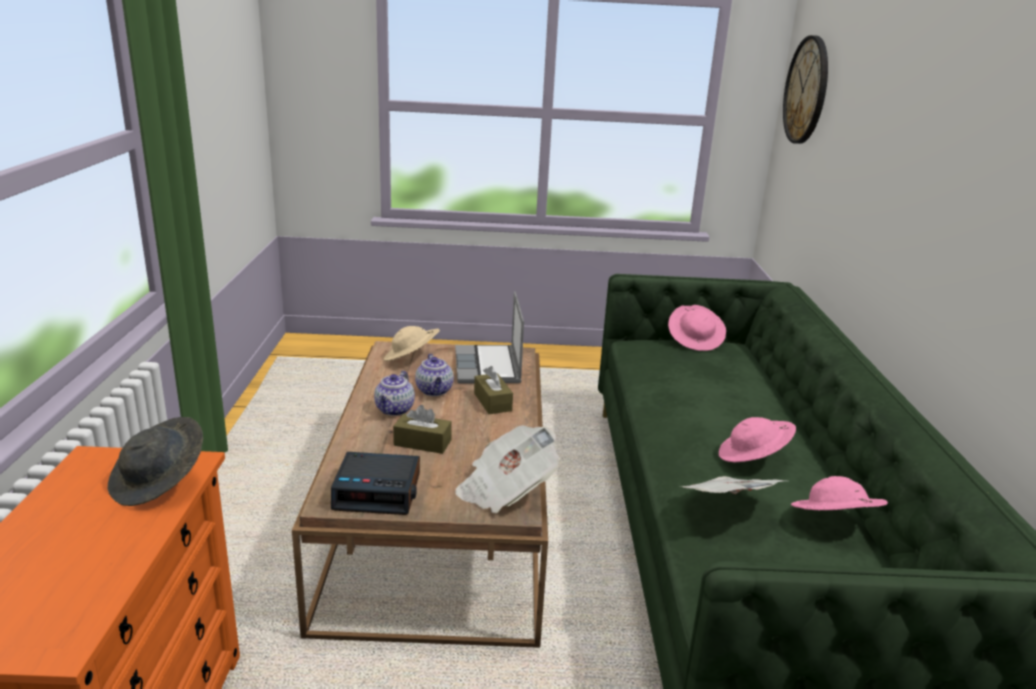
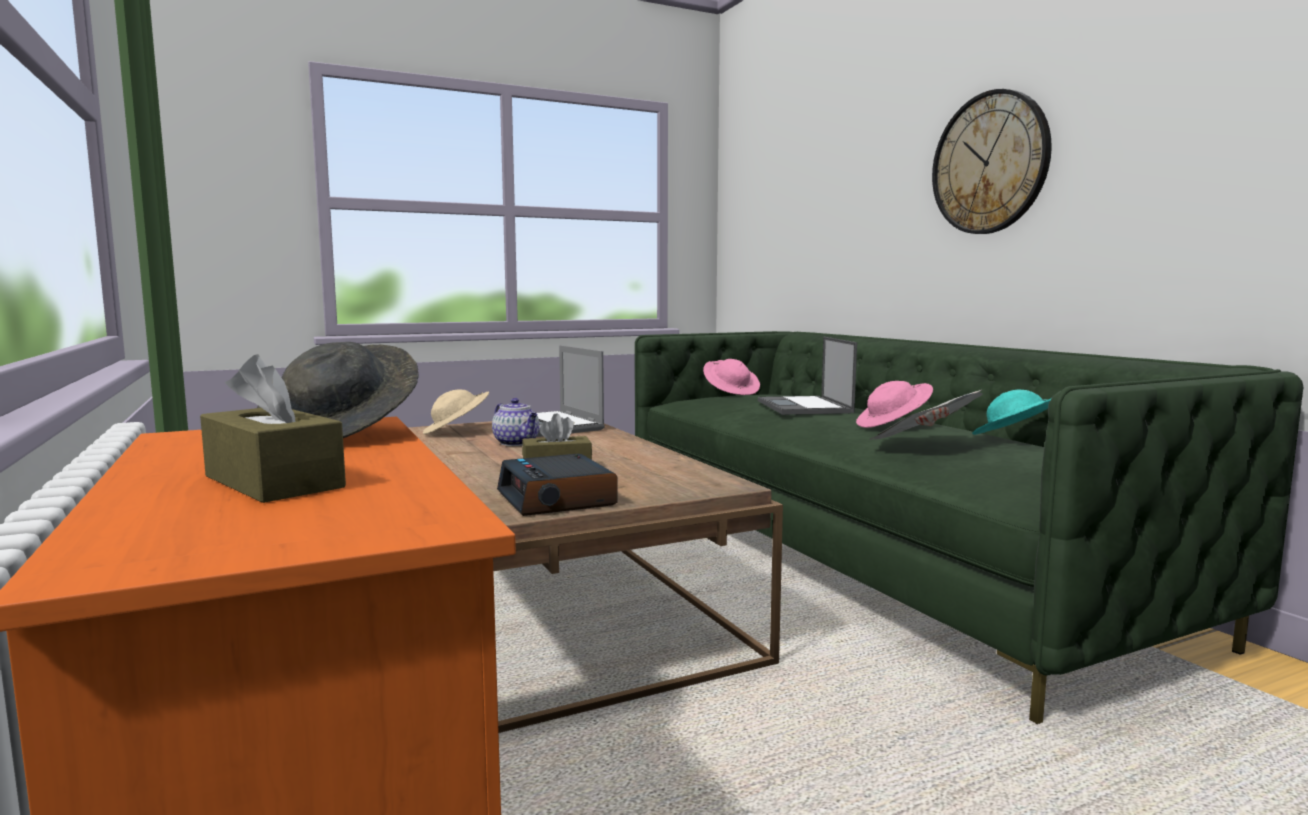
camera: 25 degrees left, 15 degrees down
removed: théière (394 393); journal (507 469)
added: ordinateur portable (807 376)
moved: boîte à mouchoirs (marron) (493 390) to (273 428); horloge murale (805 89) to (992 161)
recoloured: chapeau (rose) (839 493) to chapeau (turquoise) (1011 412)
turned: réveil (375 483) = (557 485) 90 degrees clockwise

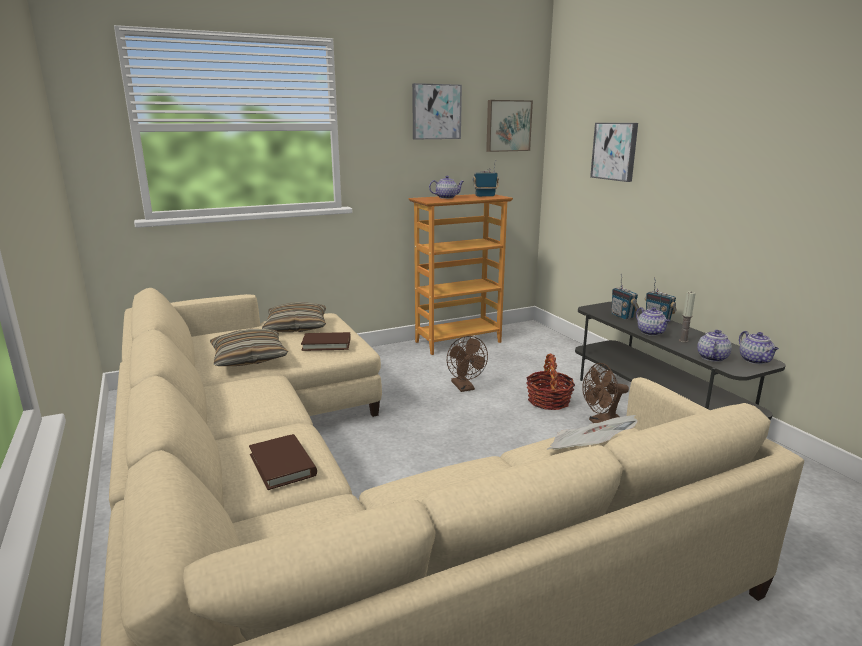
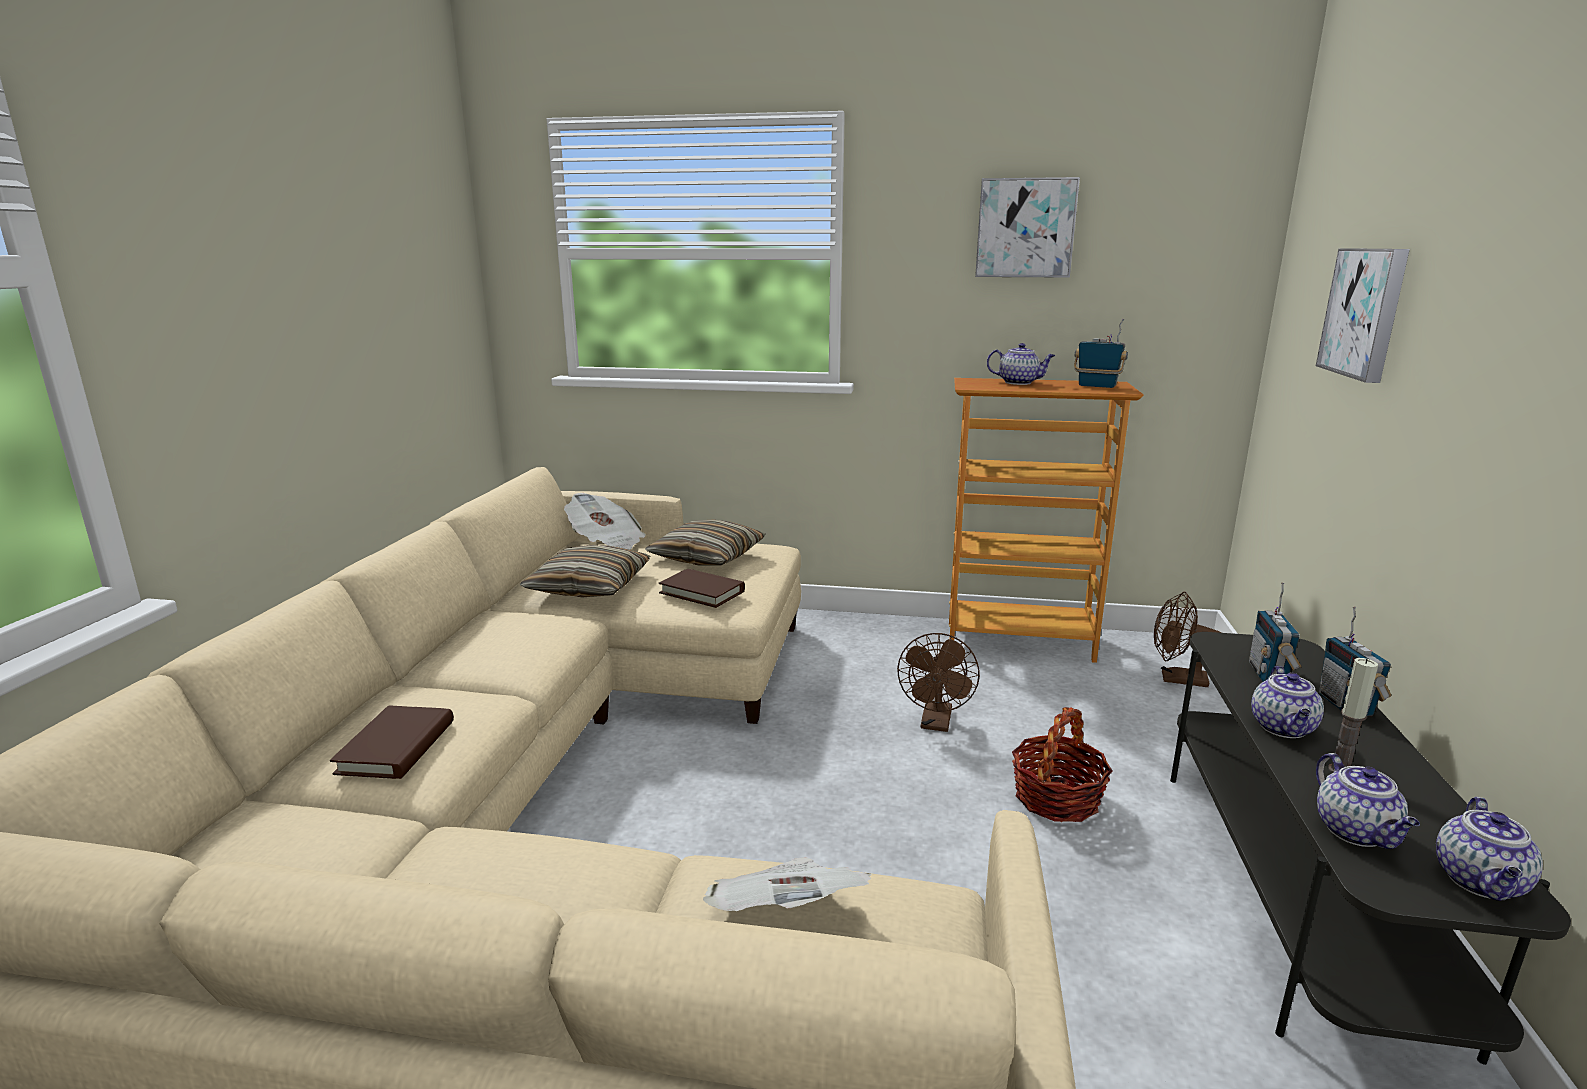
camera: 35 degrees right, 0 degrees up
removed: tableau (509 126)
added: journal (605 521)
moved: ventilateur (marron) (605 393) to (1188 639)
turned: théière (714 346) = (1368 801) 105 degrees clockwise

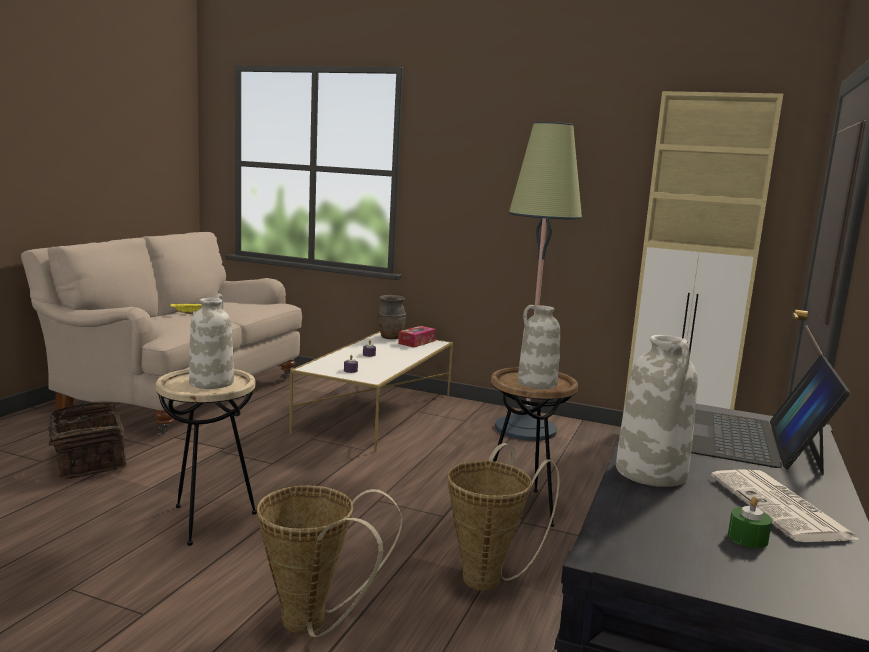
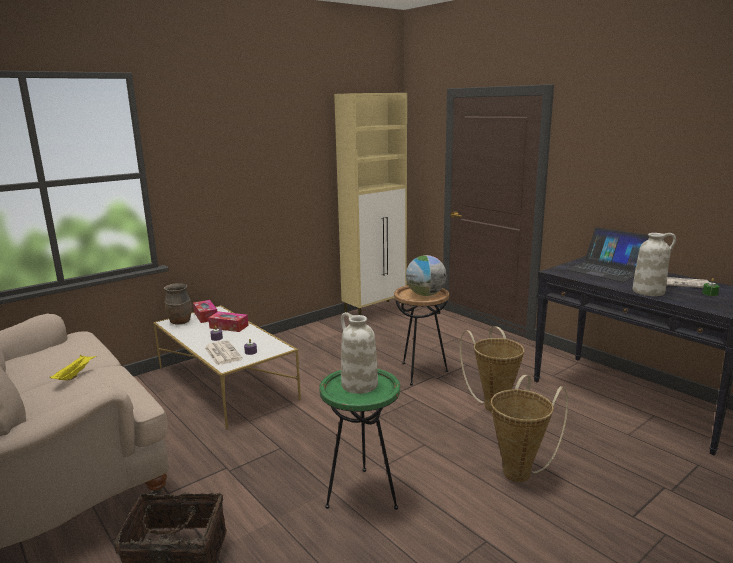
camera: 60 degrees left, 5 degrees up
removed: lampadaire (538 281)
added: journal (223 352); boîte à mouchoirs (228 321)
replaced: vase (blanc) (539 347) to globe (426 275)
recoloured: table d'appoint (beige) (206 457) to table d'appoint (vert) (359 439)

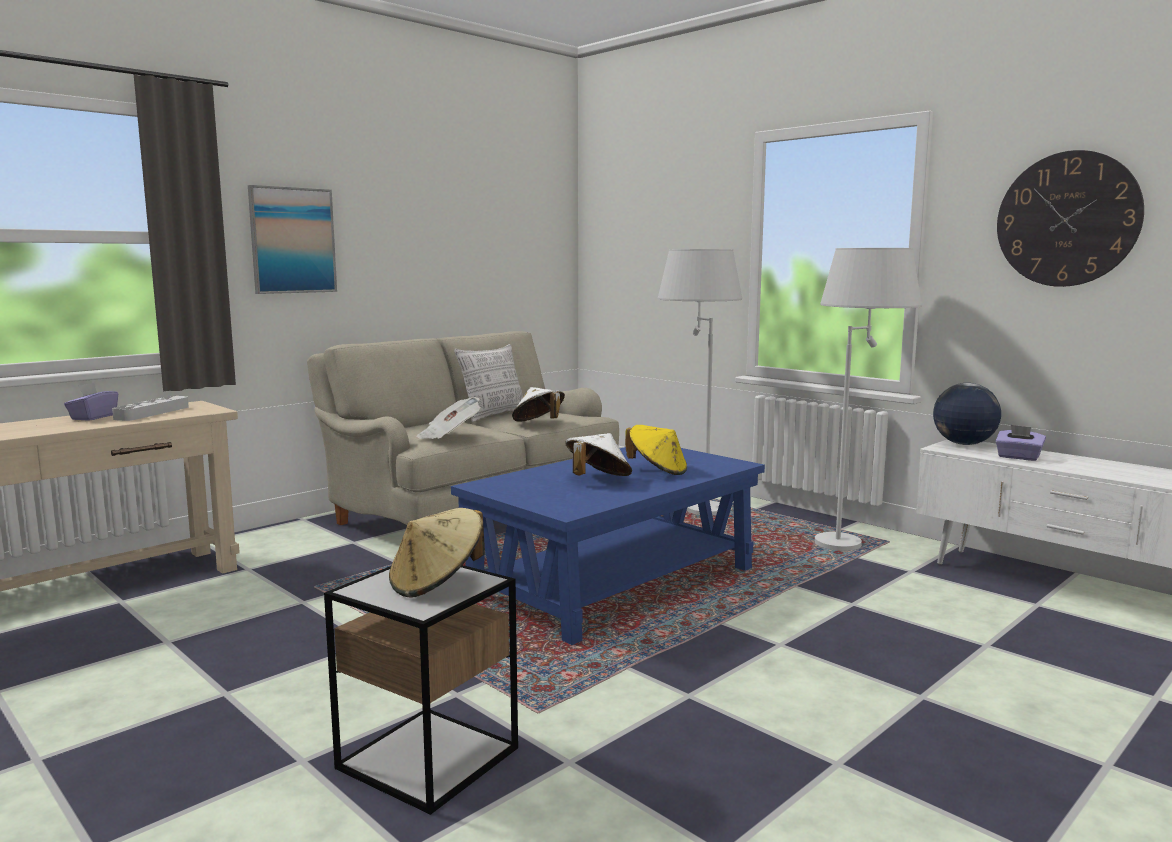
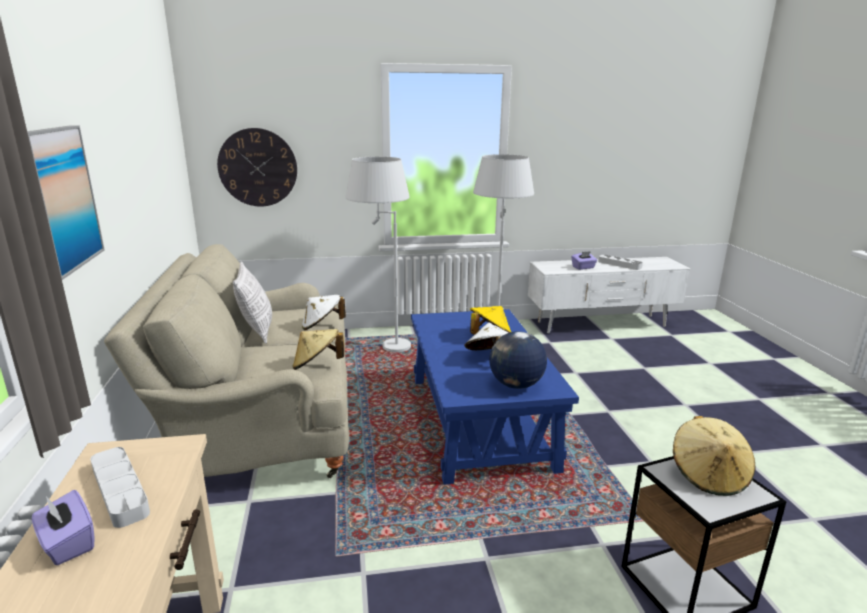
camera: 55 degrees left, 10 degrees up
added: plateau (gris) (620 262)
moved: horloge murale (1070 218) to (257 167); globe (967 414) to (518 360)
replaced: journal (448 418) to chapeau (beige) (318 349)

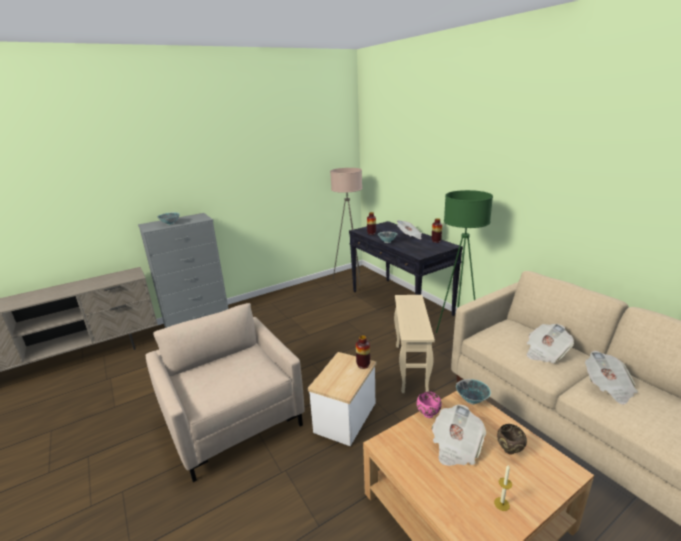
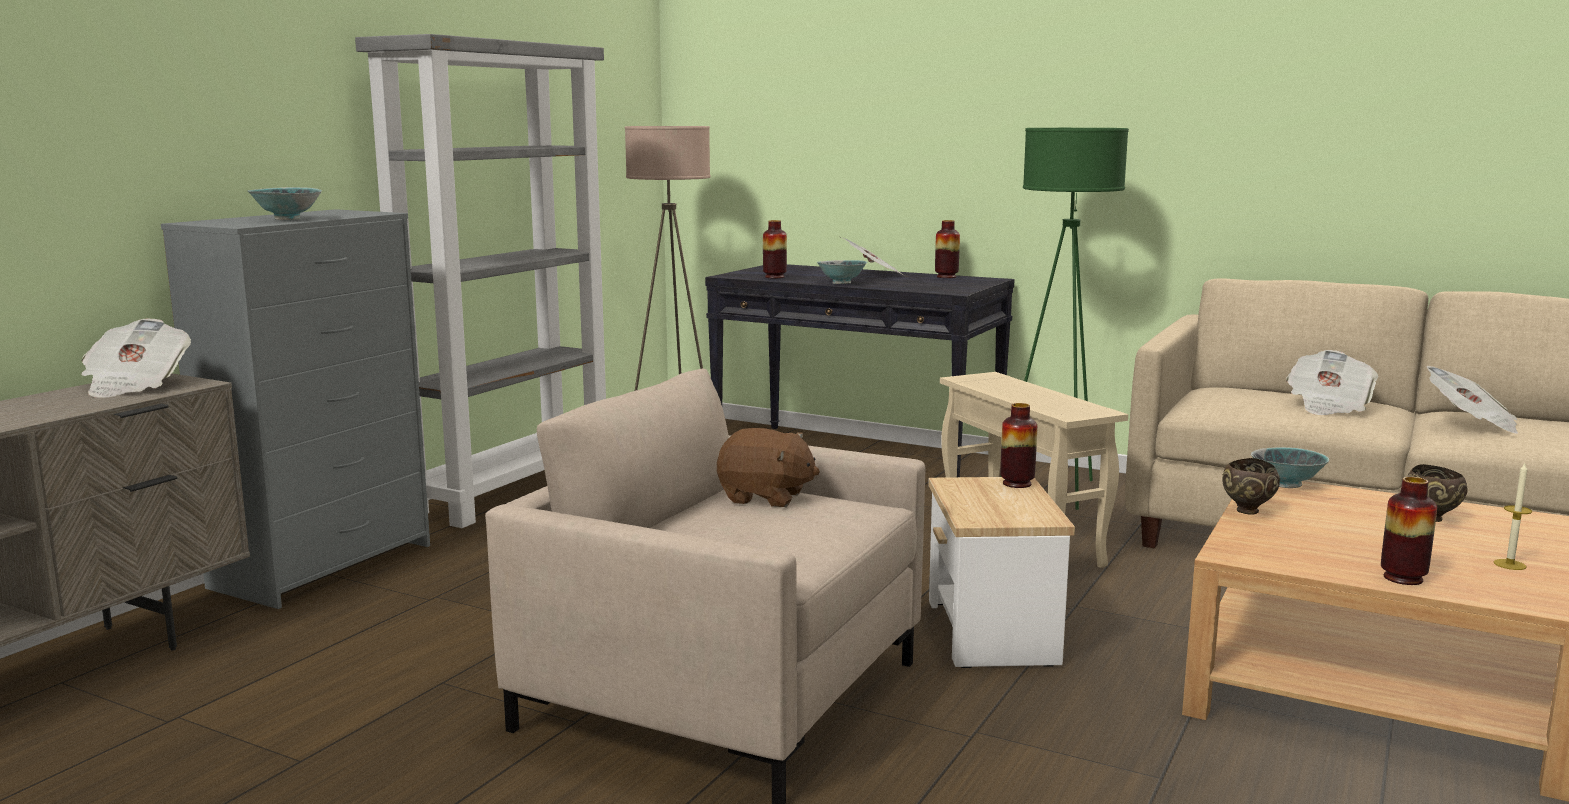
camera: 30 degrees left, 10 degrees down
added: bibliothèque (gris) (480 281); peluche (marron) (768 467); vase (1409 531)
moved: journal (459 435) to (136 358)
recoloured: bol (rose) (429 404) to bol (marron) (1251 486)

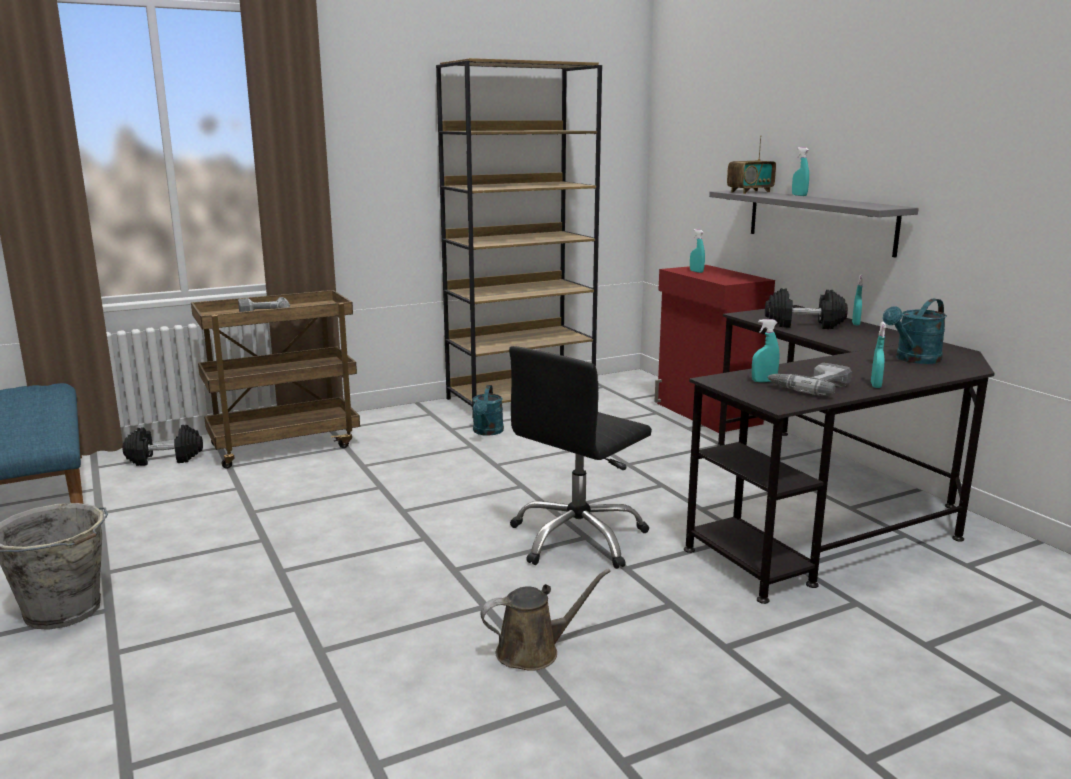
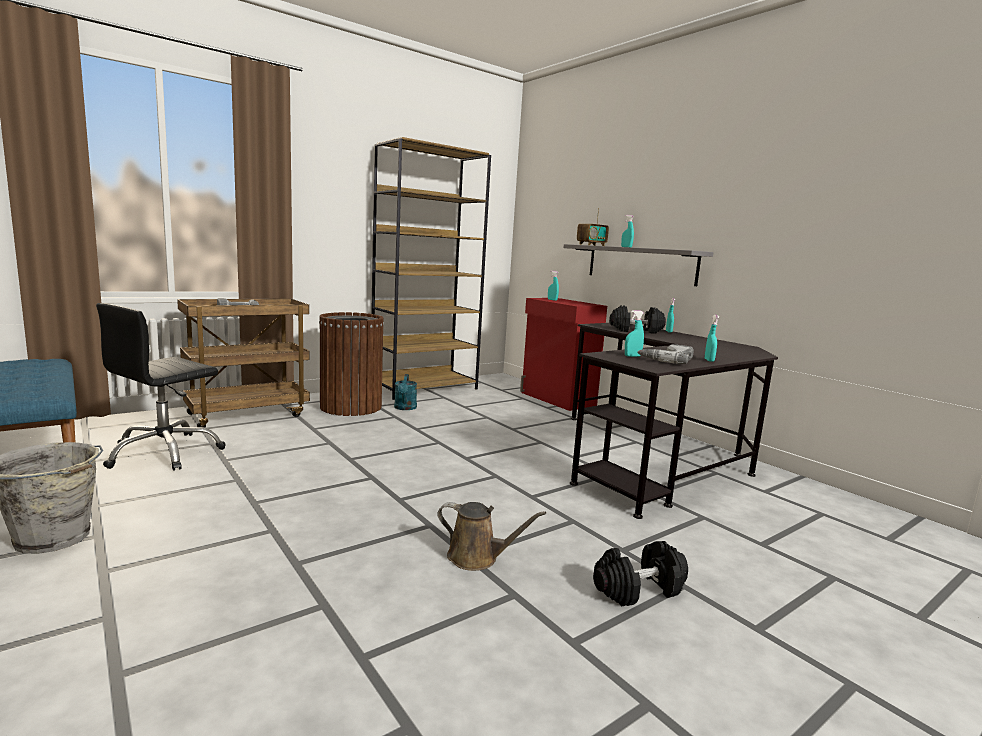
camera: 10 degrees left, 5 degrees down
removed: arrosoir (turquoise) (915 331)
added: poubelle (marron) (351 364)
moved: chaise de bureau (noir) (580 457) to (161 387); haltère (noir) (163 445) to (640 573)
turned: arrosoir (marron) (545 620) = (491 536) 45 degrees clockwise

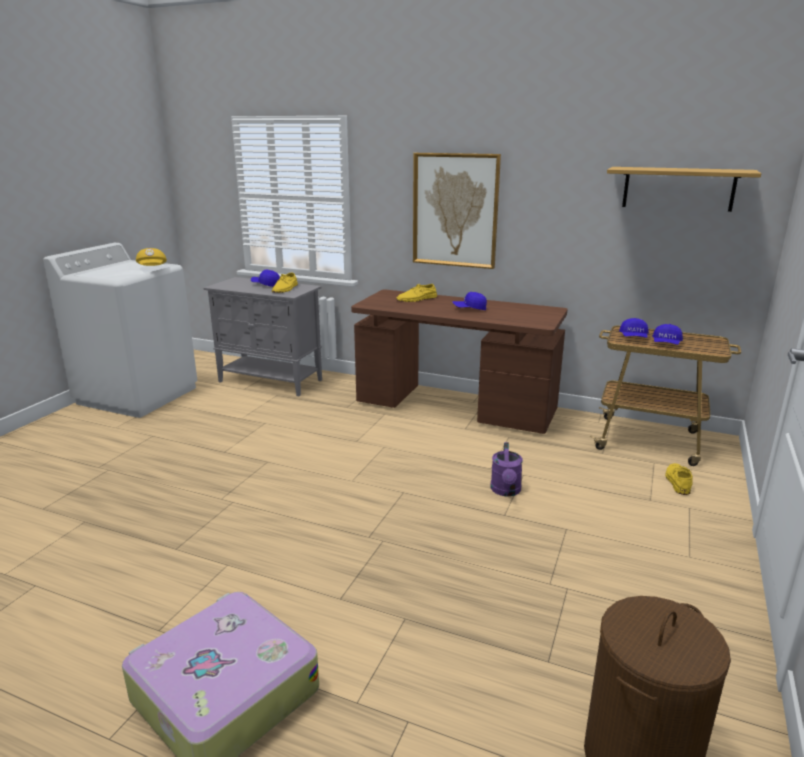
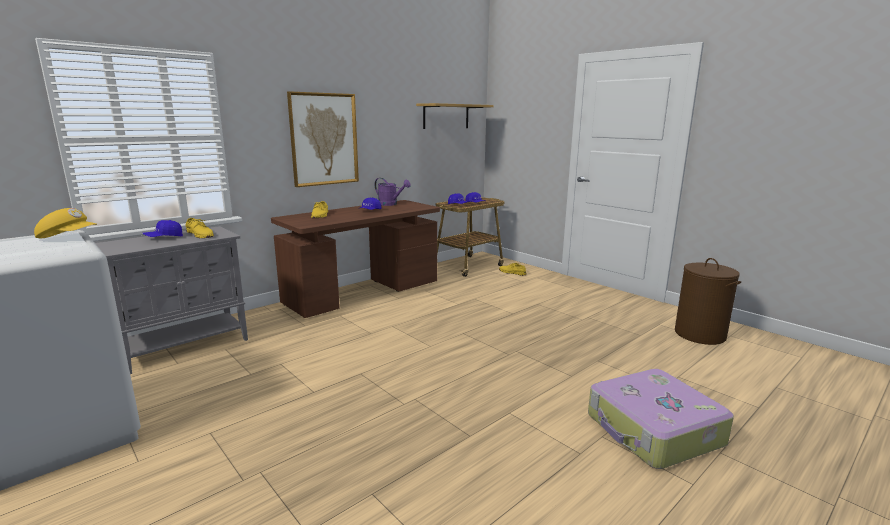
camera: 65 degrees left, 5 degrees down
moved: arrosoir (violet) (507 469) to (392 192)

